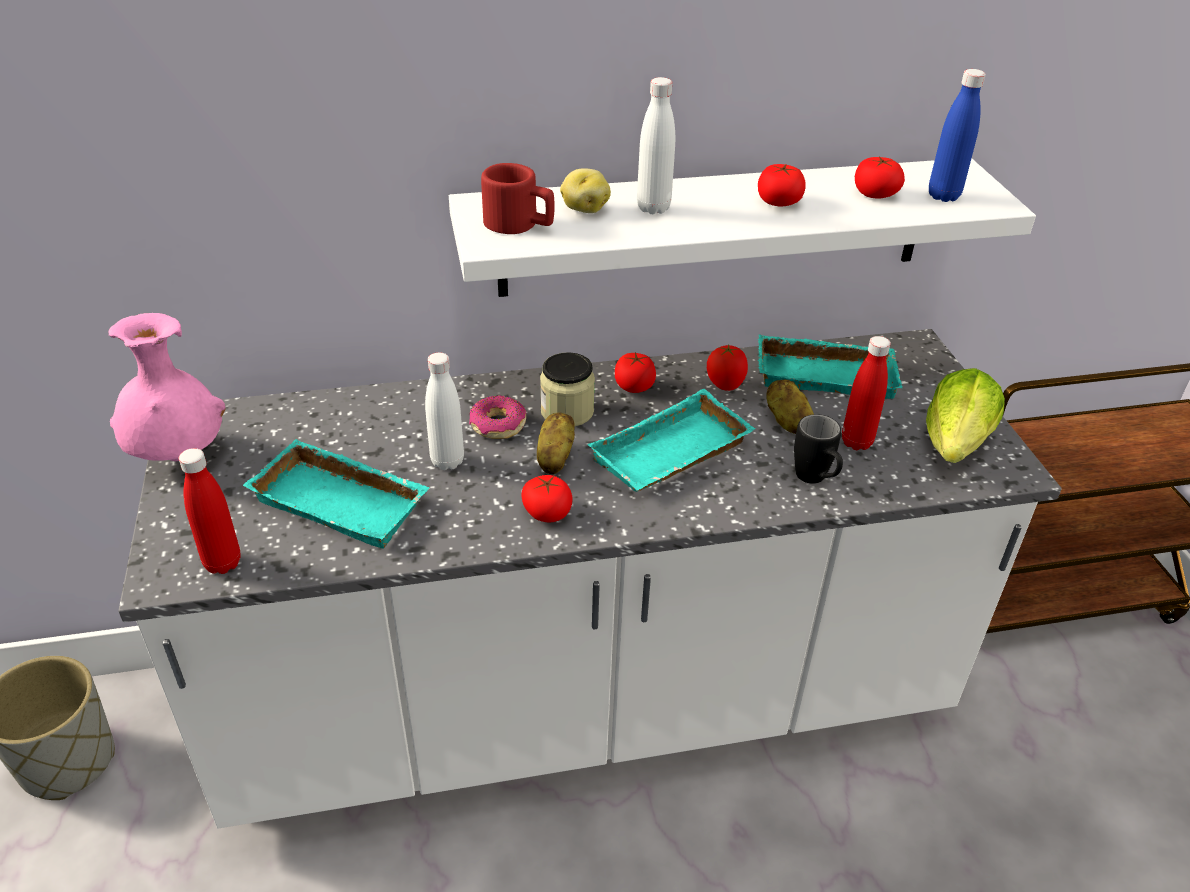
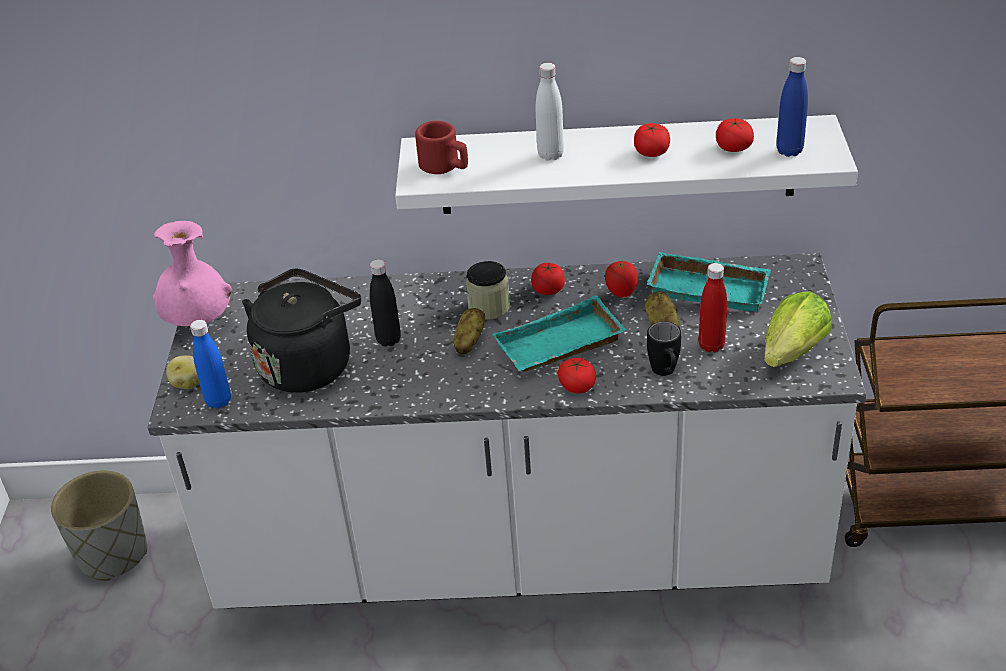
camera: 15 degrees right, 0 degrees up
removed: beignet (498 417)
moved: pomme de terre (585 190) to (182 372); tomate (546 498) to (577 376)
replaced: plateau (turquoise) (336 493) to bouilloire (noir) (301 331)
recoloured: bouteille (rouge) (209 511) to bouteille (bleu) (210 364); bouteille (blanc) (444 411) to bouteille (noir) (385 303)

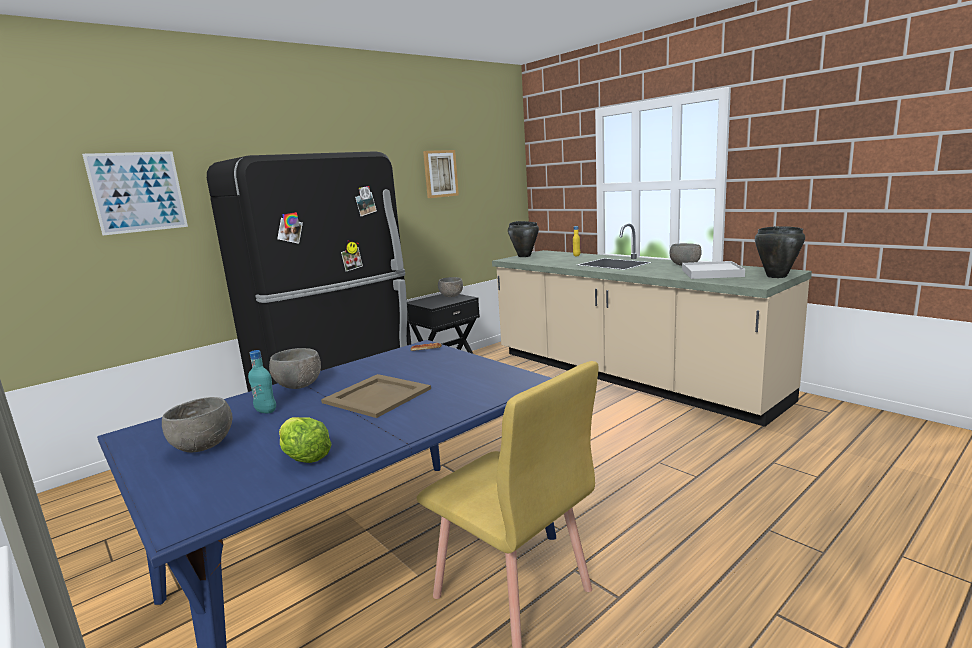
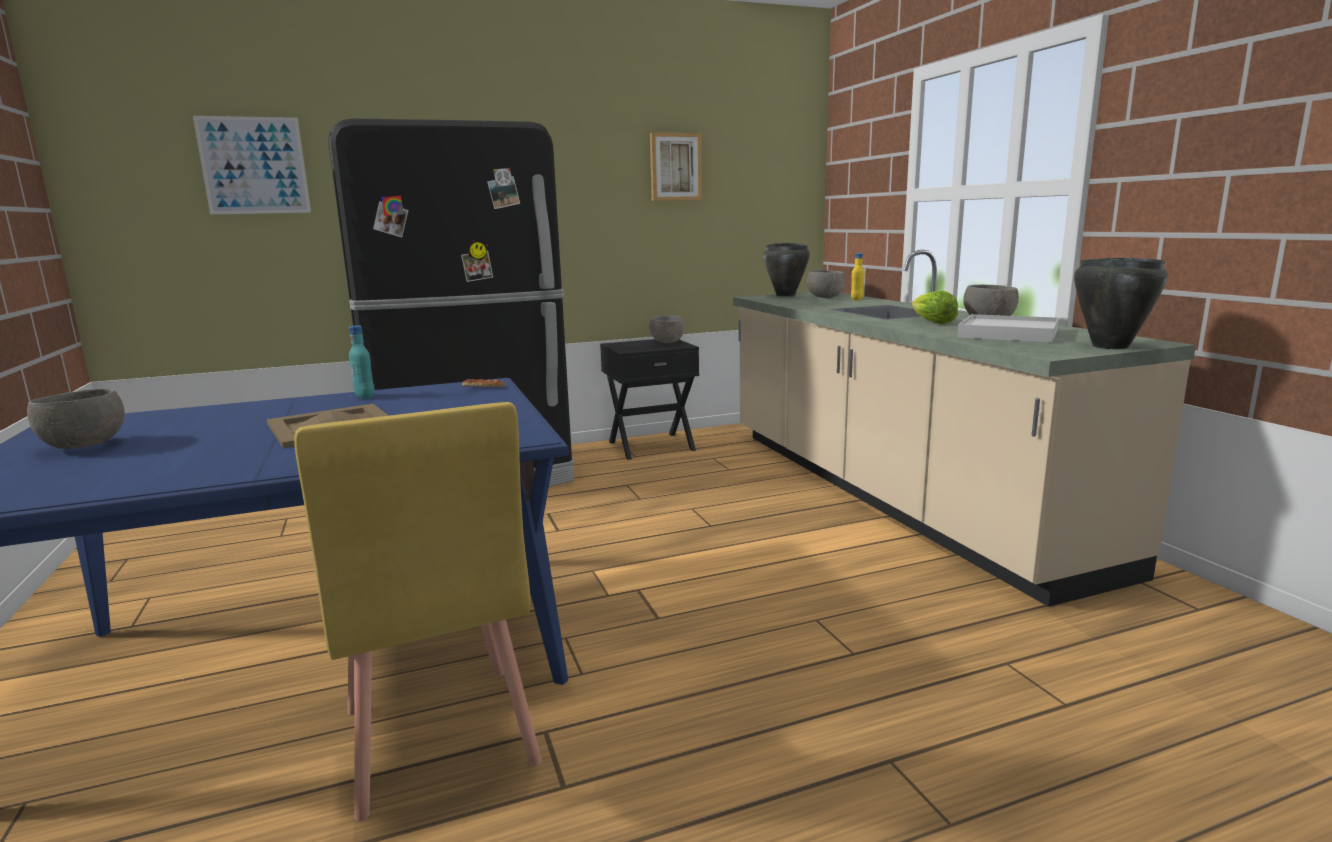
camera: 20 degrees right, 0 degrees up
moved: bouteille (turquoise) (262 381) to (362 362); bol (gris) (295 368) to (826 284); laitue (305 440) to (935 307)

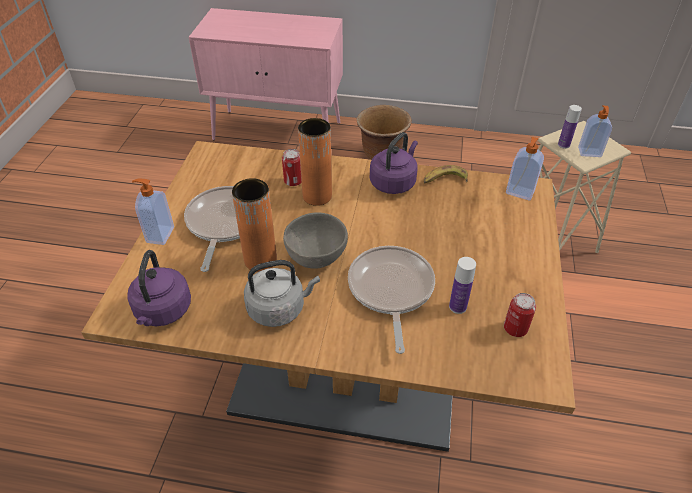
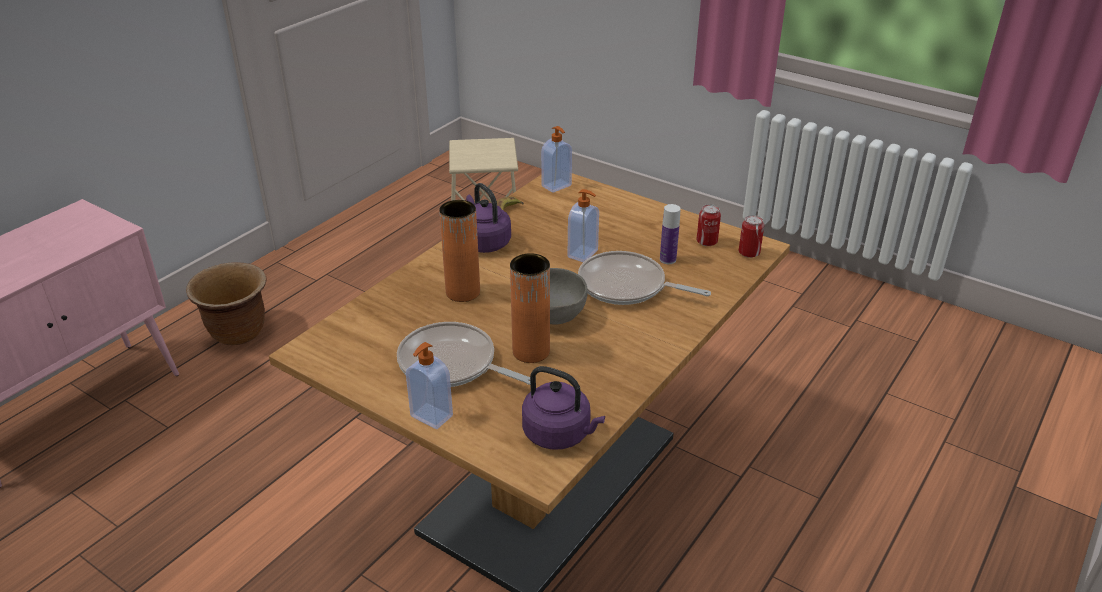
camera: 65 degrees left, 10 degrees down
removed: bouilloire (gris) (282 293); bouteille (570 127)
moved: distributeur de savon (595 131) to (583 225); boîte métallique (292 167) to (751 236)

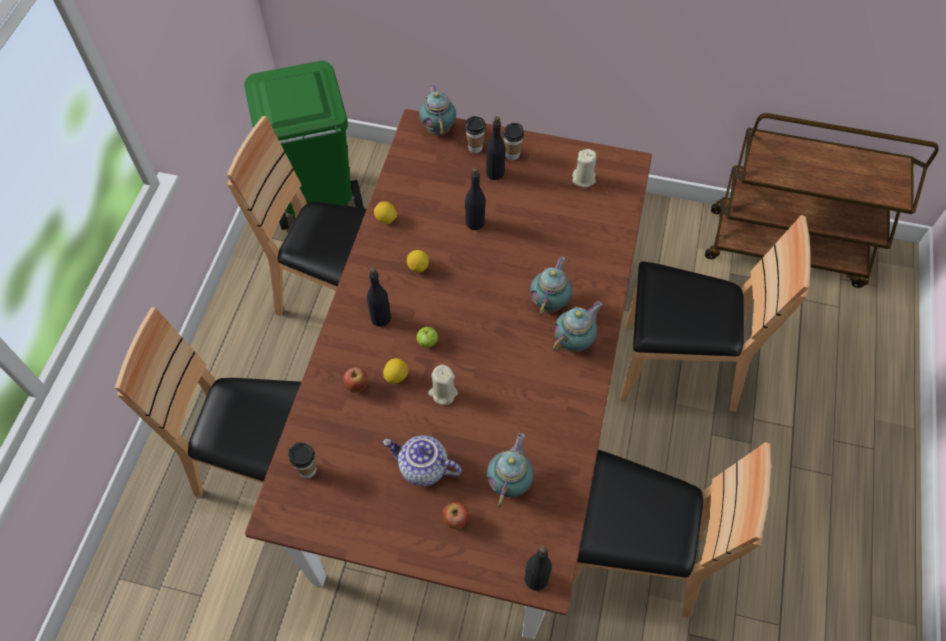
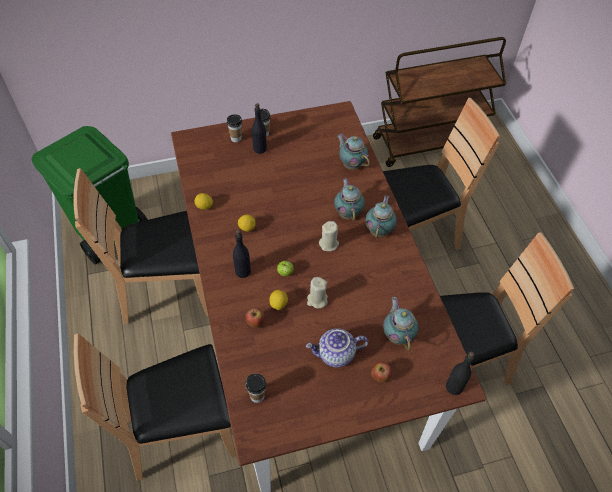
camera: 30 degrees left, 5 degrees down
removed: bouteille (noir) (475 199)
moved: bougie (beige) (584 168) to (329 236); théière (437 110) to (353 152)

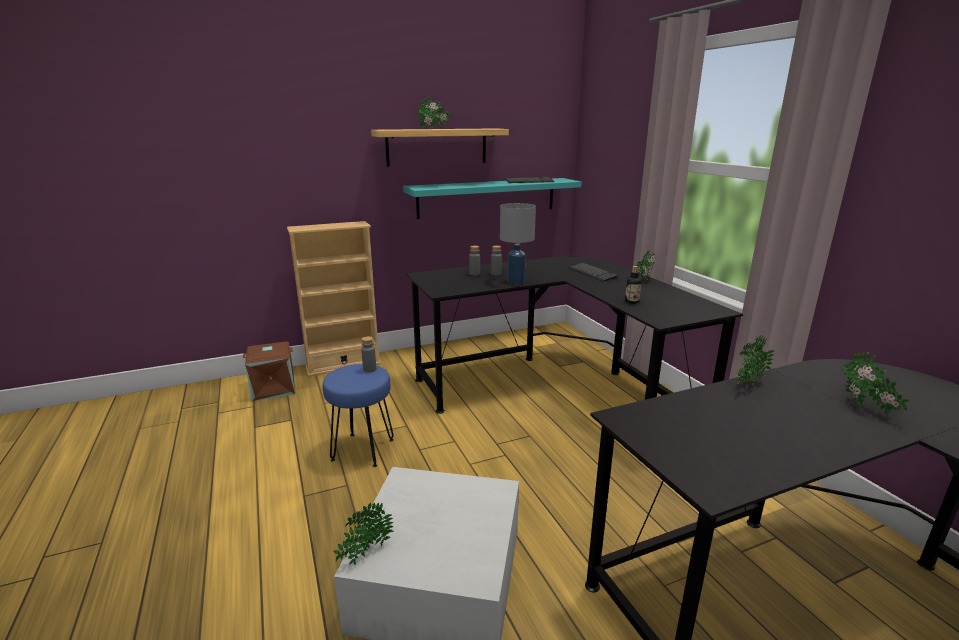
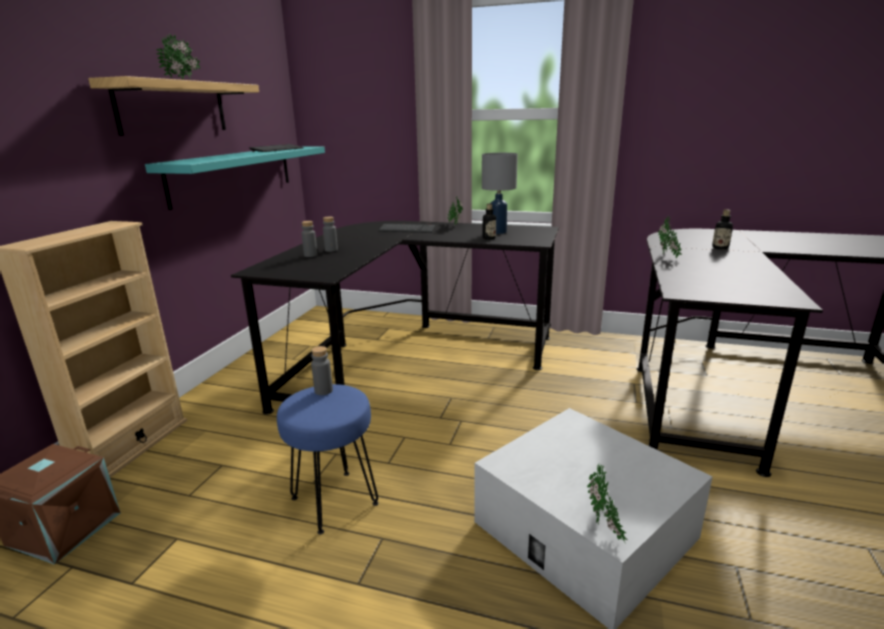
camera: 50 degrees left, 0 degrees up
moved: lampe de table (gris) (518 243) to (500 193)
replaced: plante en pot (875 382) to bouteille (722 229)

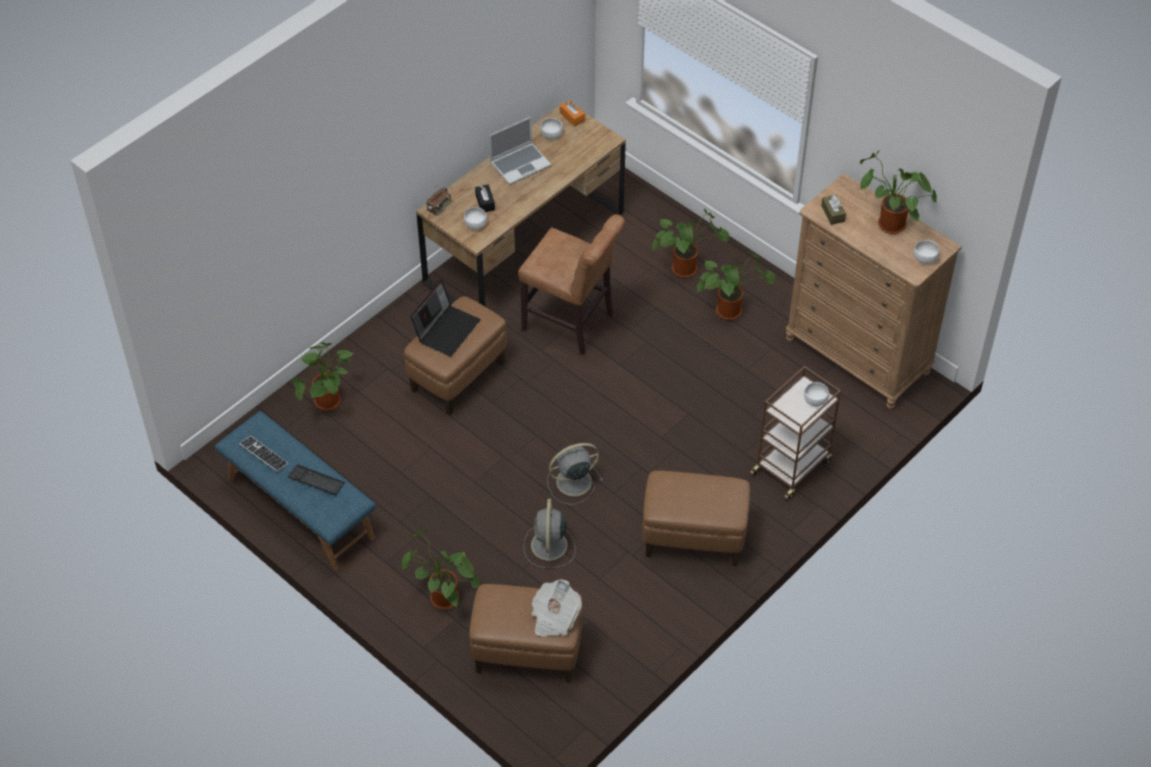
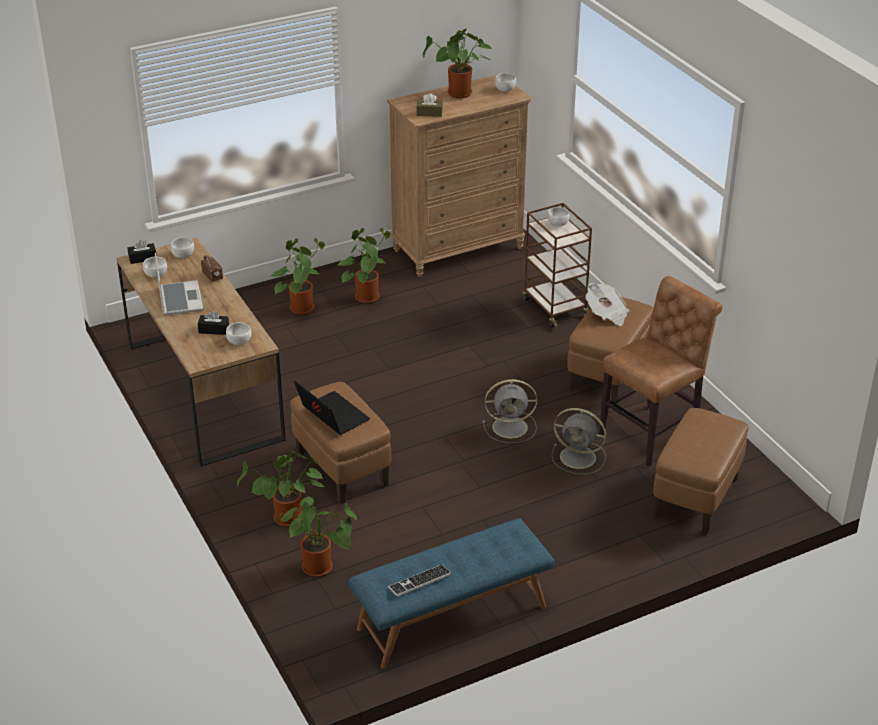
camera: 70 degrees left, 15 degrees down
removed: clavier (316 479)
added: bol (blanc) (182 247)
moved: radio (438 200) to (212 266); plante en pot (440 569) to (281 488); journal (556 607) to (607 304); chaise (marron) (571 284) to (661 371)
recoloured: boîte à mouchoirs (orange) (572 113) to boîte à mouchoirs (noir) (142 252)
turned: ventilateur (gris) (575 474) = (509 411) 90 degrees counterclockwise

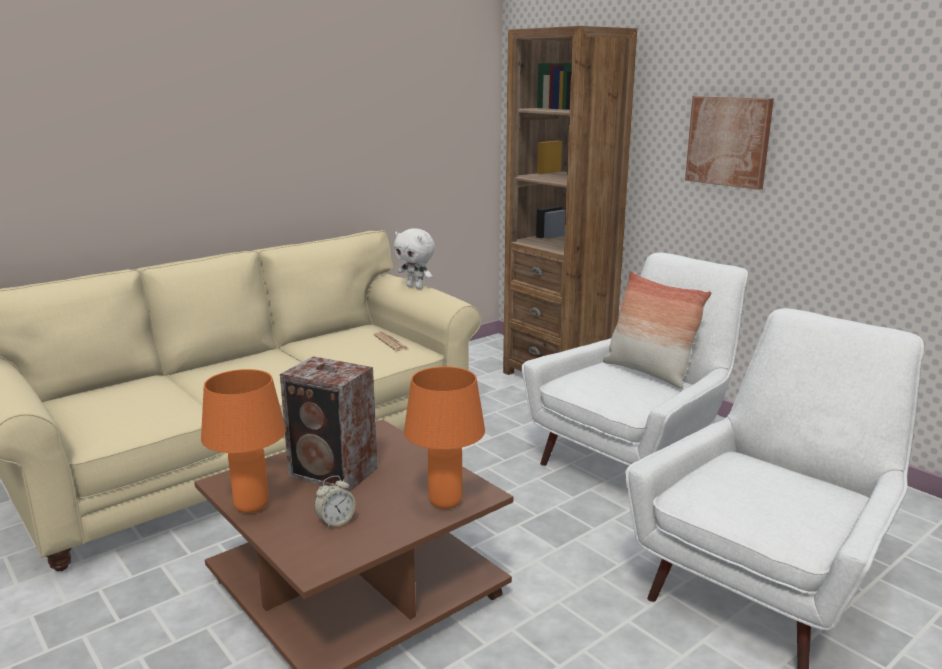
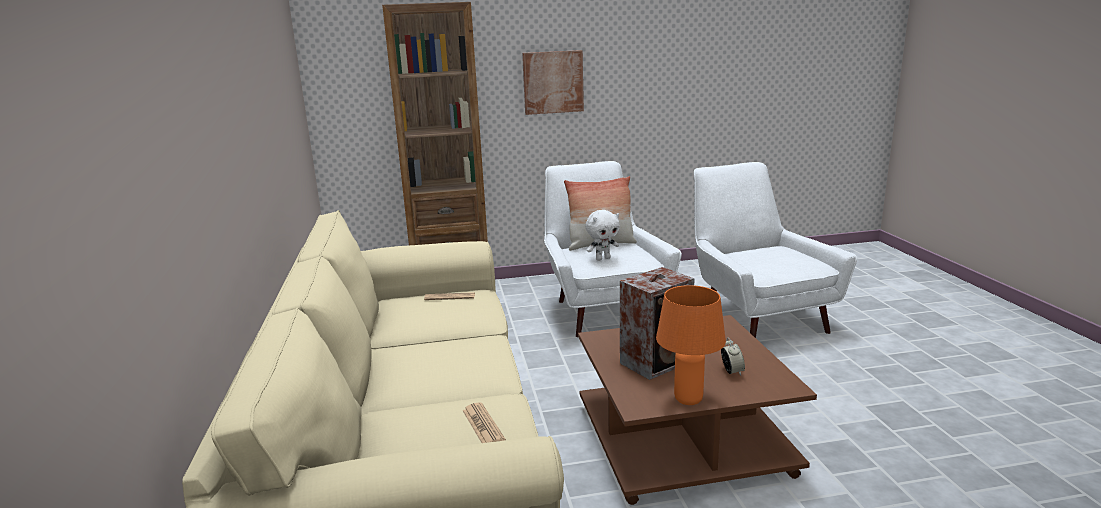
camera: 60 degrees left, 0 degrees up
removed: lampe de table (orange) (444 437)
added: journal (484 423)
moved: peluche (blanc) (414 258) to (603 235)

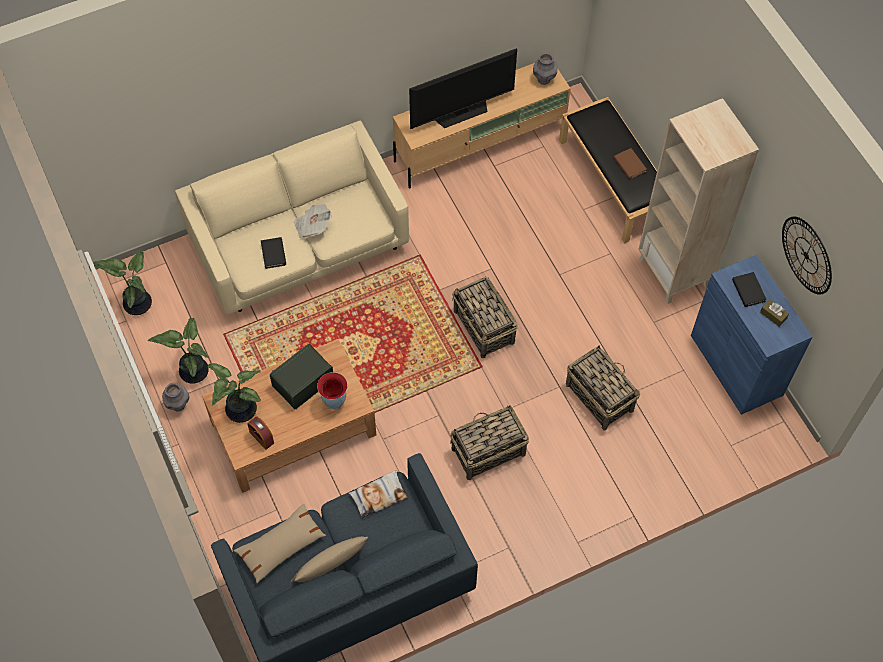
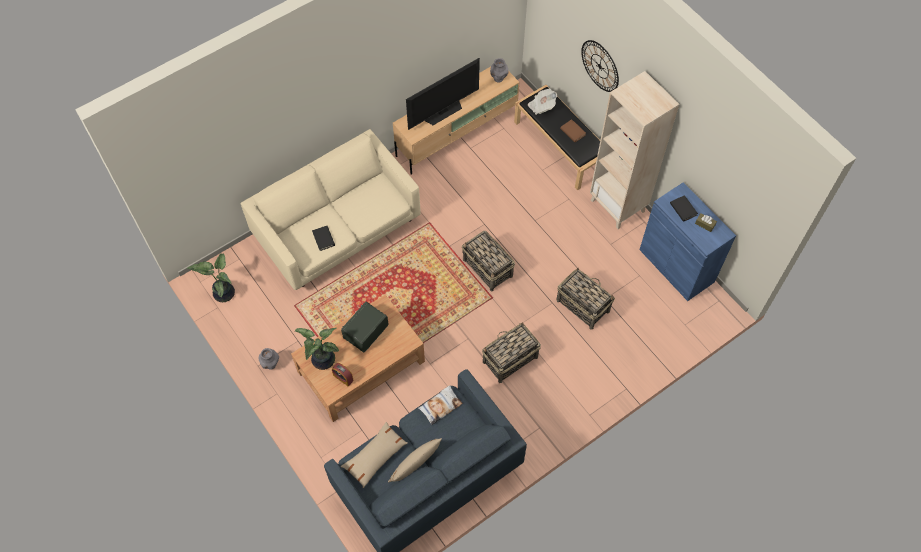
camera: 10 degrees left, 0 degrees up
removed: plante en pot (178 351); vase (332 391)
moved: journal (313 221) to (543 101); horloge murale (807 256) to (600 66)

